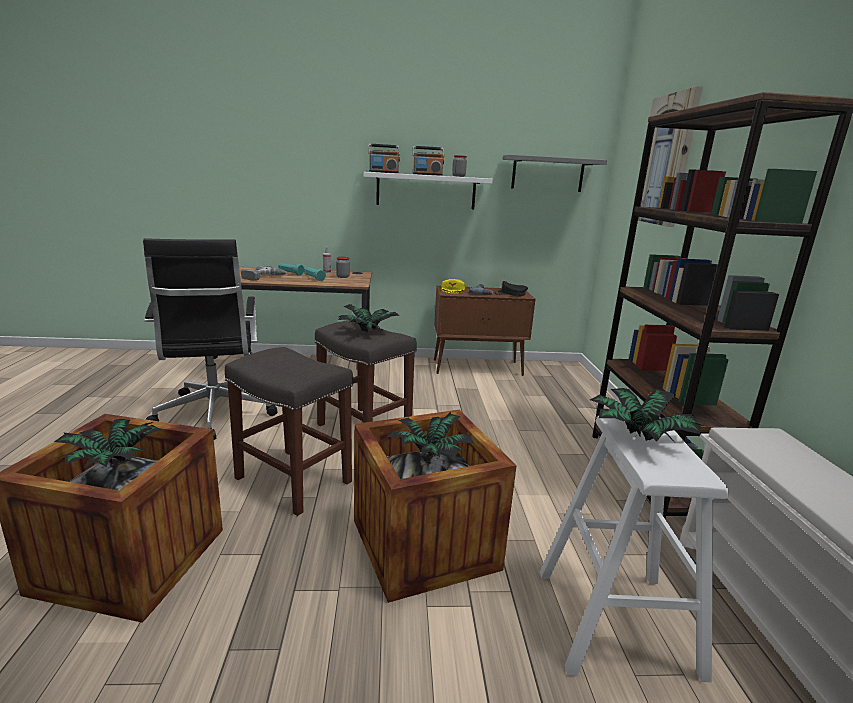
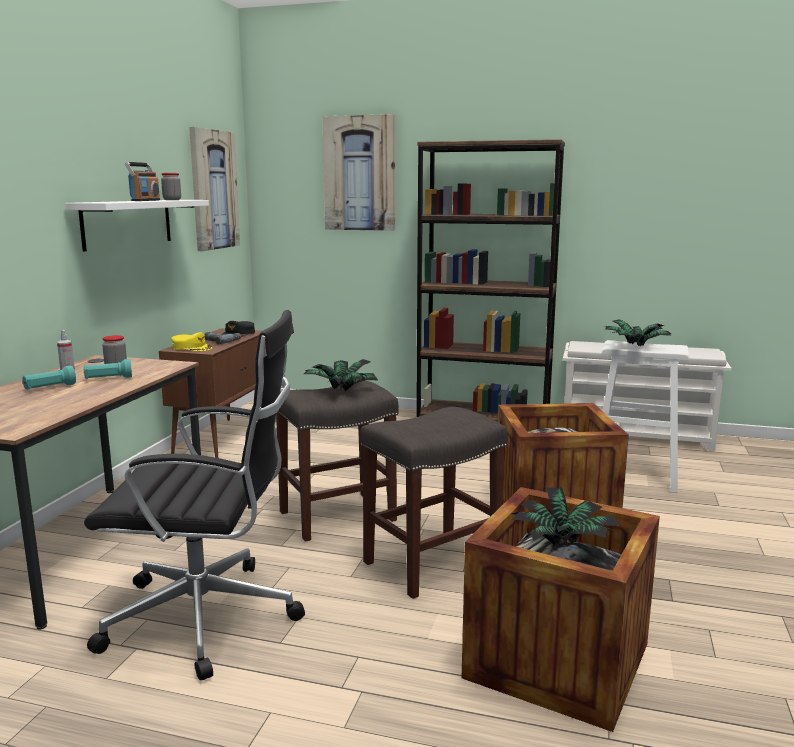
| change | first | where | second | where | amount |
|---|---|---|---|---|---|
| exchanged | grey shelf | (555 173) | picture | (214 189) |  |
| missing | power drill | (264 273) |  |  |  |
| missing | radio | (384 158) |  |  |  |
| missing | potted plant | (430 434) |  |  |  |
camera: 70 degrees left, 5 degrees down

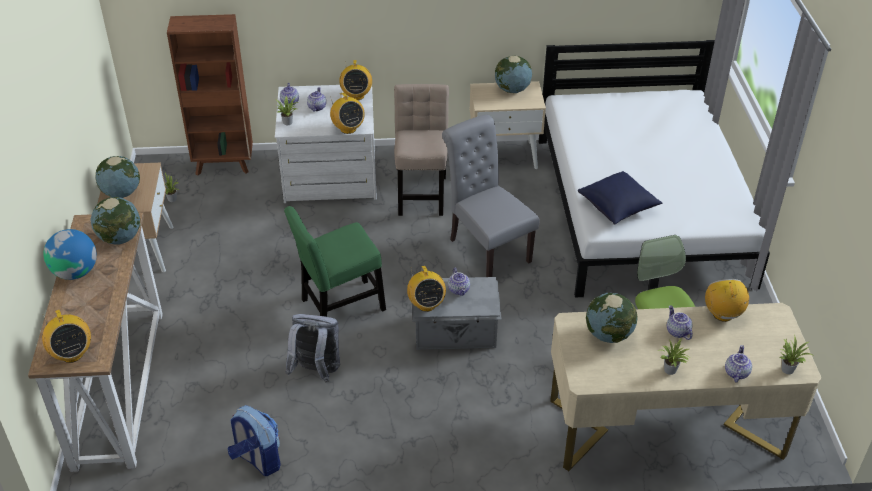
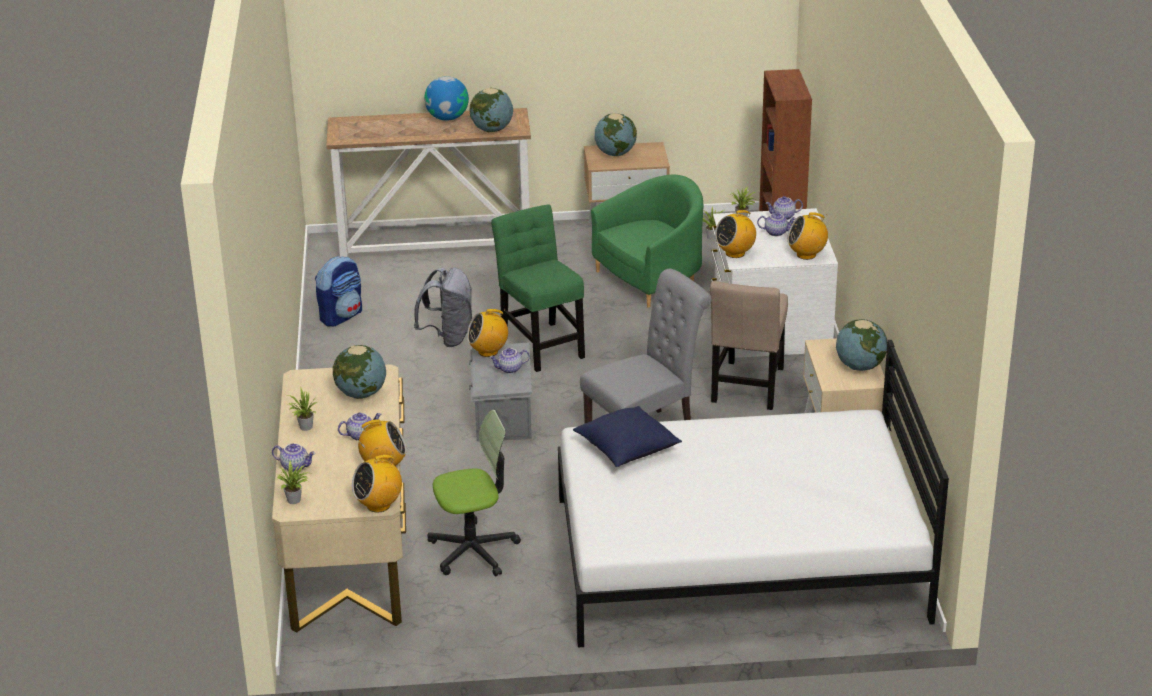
| change | first | where | second | where | amount |
|---|---|---|---|---|---|
| relocated | radio | (66 336) |  | (377 483) |  |
| appeared |  |  | green armchair | (647 241) |  |
| spun | beige chair | (421 150) |  | (749 345) | 105 degrees clockwise |
camera: 90 degrees right, 10 degrees down

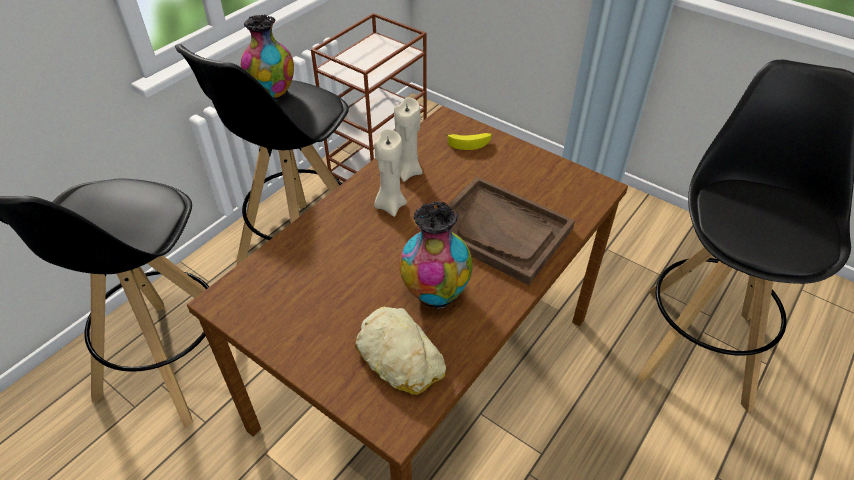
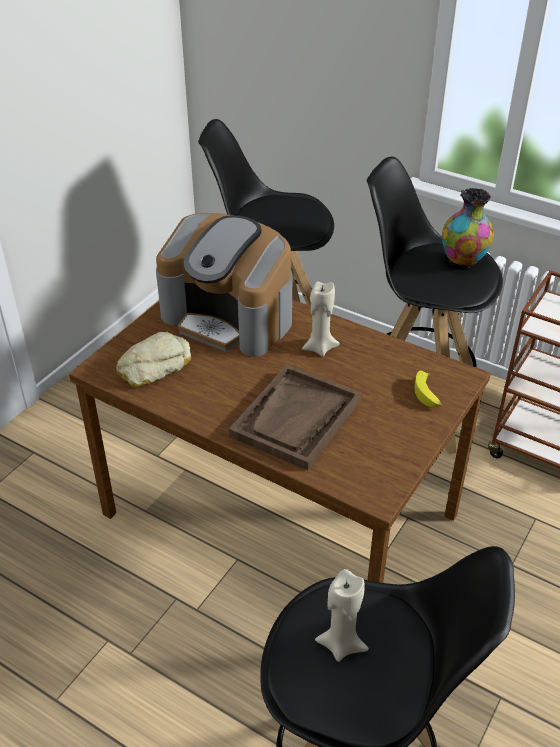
| change | first | where | second | where | amount |
|---|---|---|---|---|---|
| appeared |  |  | coffee machine | (224 285) |  |
| relocated | beige candle | (408 139) |  | (342 615) |  |
| missing | vase | (435 255) |  |  |  |
camera: 85 degrees right, 5 degrees down

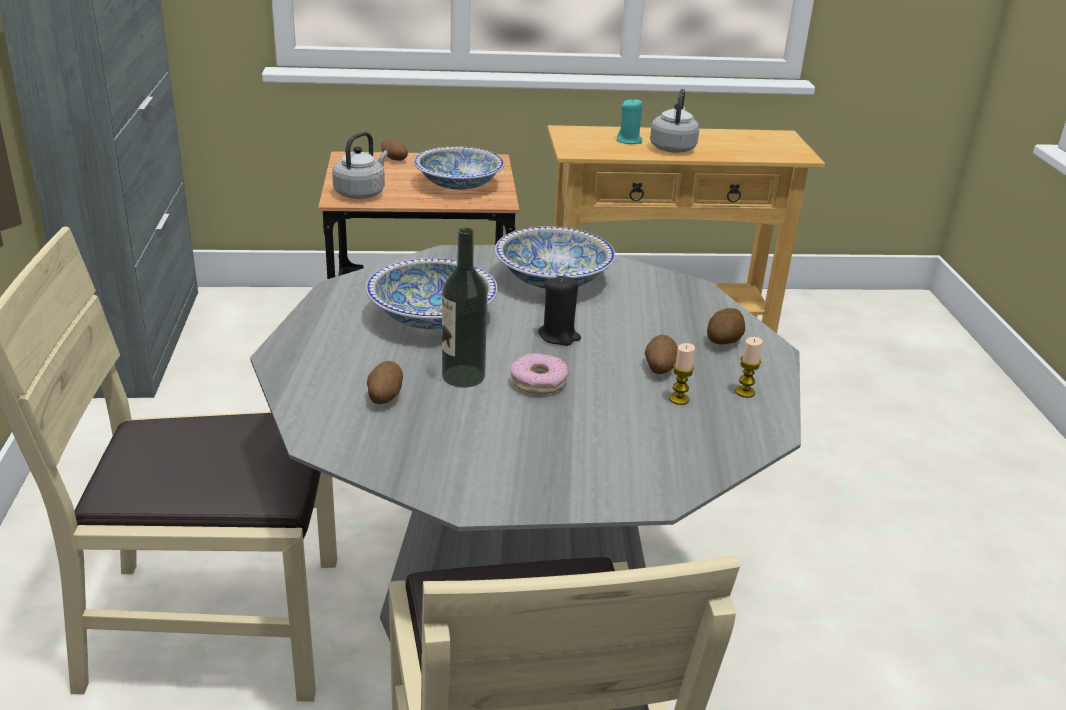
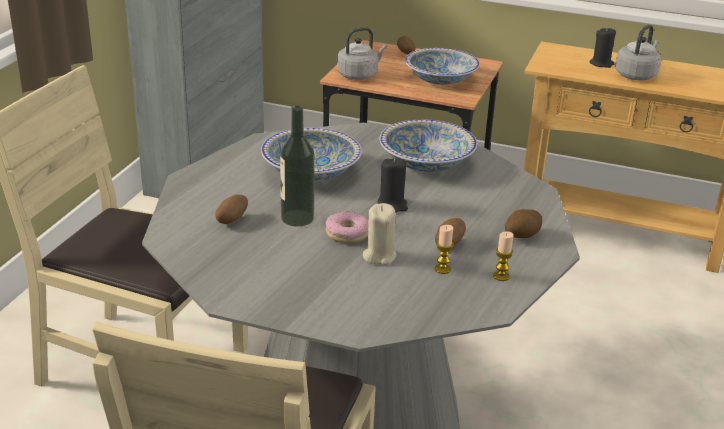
| change | first | where | second | where | amount |
|---|---|---|---|---|---|
| appeared |  |  | beige candle | (380 234) |  |
| colour | turquoise candle | (629 121) | black candle | (603 47) |  |
camera: 25 degrees right, 0 degrees up

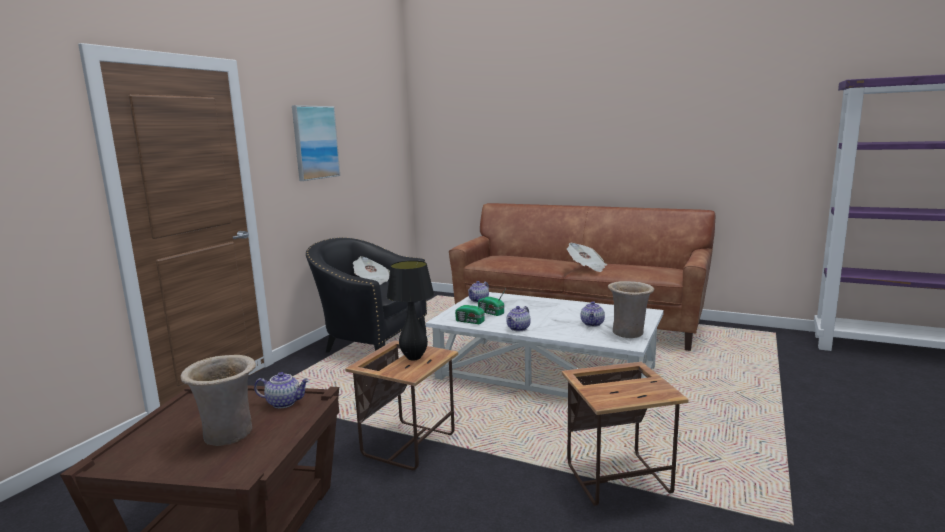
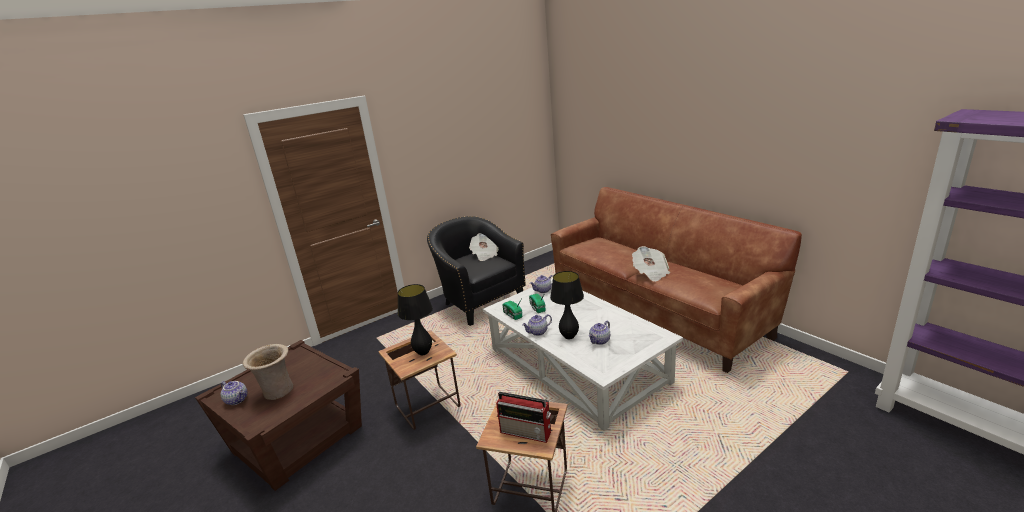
| change | first | where | second | where | amount |
|---|---|---|---|---|---|
| relocated | teapot | (282 390) |  | (234 393) |  |
| appeared |  |  | radio | (523 417) |  |
| appeared |  |  | black table lamp | (567 305) |  |
| missing | picture | (316 143) |  |  |  |
| missing | beige vase | (631 309) |  |  |  |
camera: 30 degrees right, 10 degrees up

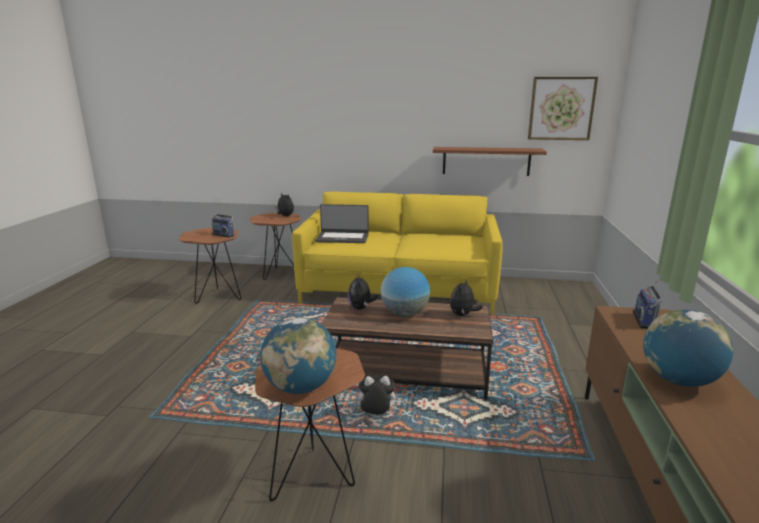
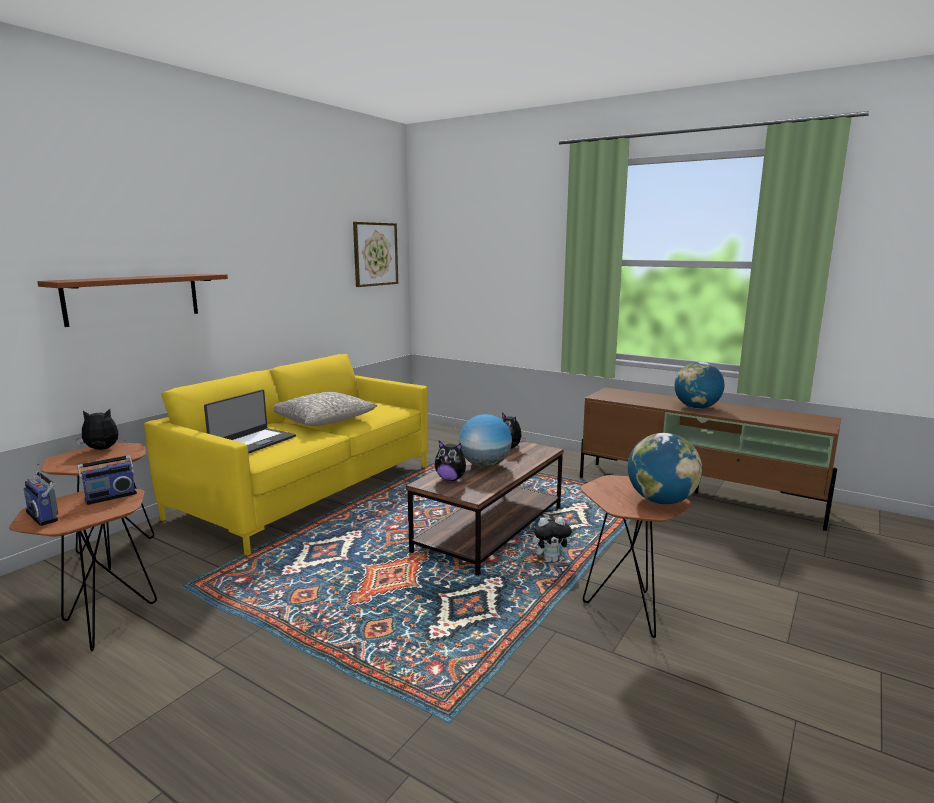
| change | first | where | second | where | amount |
|---|---|---|---|---|---|
| relocated | radio | (647 305) |  | (41 494) |  |
| relocated | brown shelf | (490 161) |  | (132 300) |  |
| appeared |  |  | grey pillow | (325 409) |  |
| spun | plush toy | (374 395) |  | (554 539) | 120 degrees counterclockwise |
camera: 65 degrees left, 5 degrees down

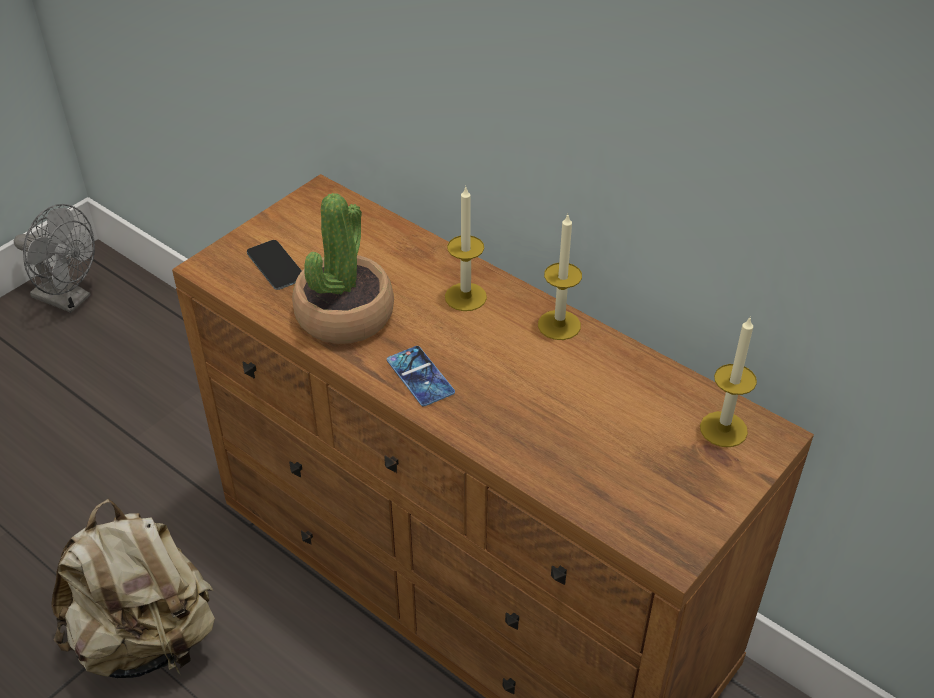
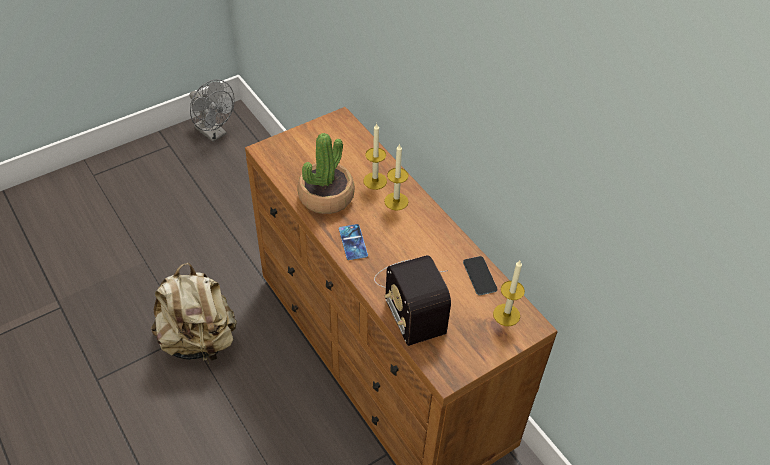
| change | first | where | second | where | amount |
|---|---|---|---|---|---|
| relocated | candle | (560 277) |  | (375 156) |  |
| appeared |  |  | radio | (412 300) |  |
| relocated | phone | (274 265) |  | (480 275) |  |
camera: 15 degrees right, 5 degrees up

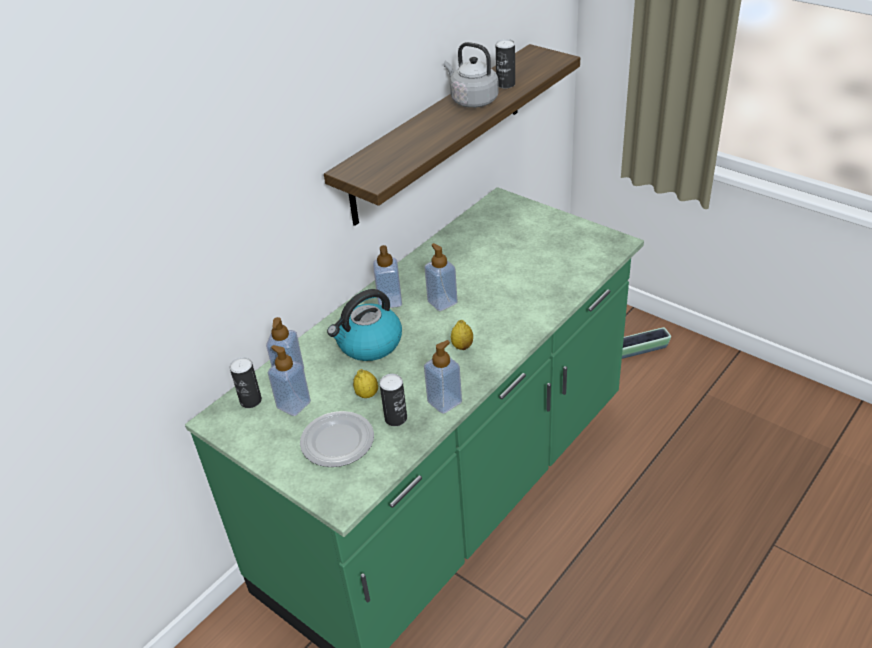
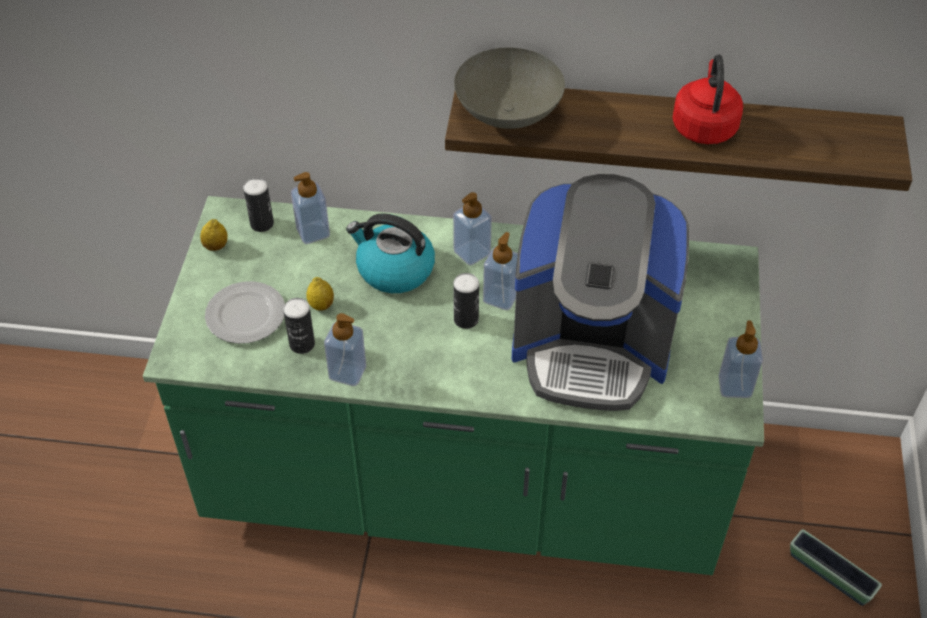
| change | first | where | second | where | amount |
|---|---|---|---|---|---|
| relocated | lemon | (462 335) |  | (214 235) |  |
| relocated | can | (505 63) |  | (466 301) |  |
| appeared |  |  | grey bowl | (509 88) |  |
| appeared |  |  | coffee machine | (600 292) |  |
| colour | grey kettle | (471 75) | red kettle | (707 99) |  |
| relocated | soap dispenser | (289 380) |  | (741 359) |  |
camera: 55 degrees right, 10 degrees up

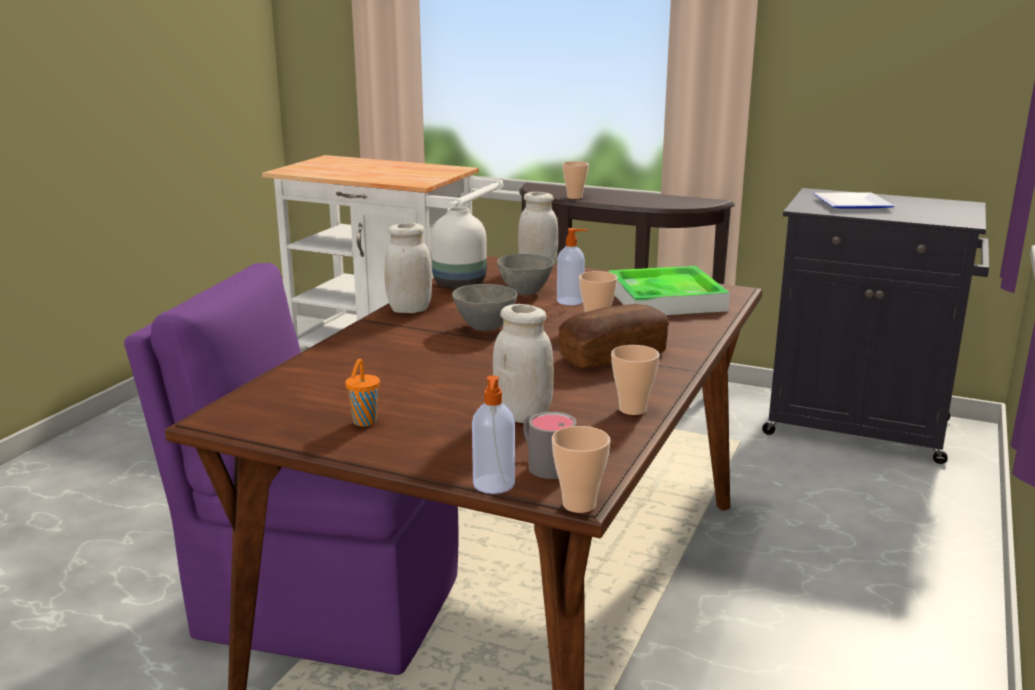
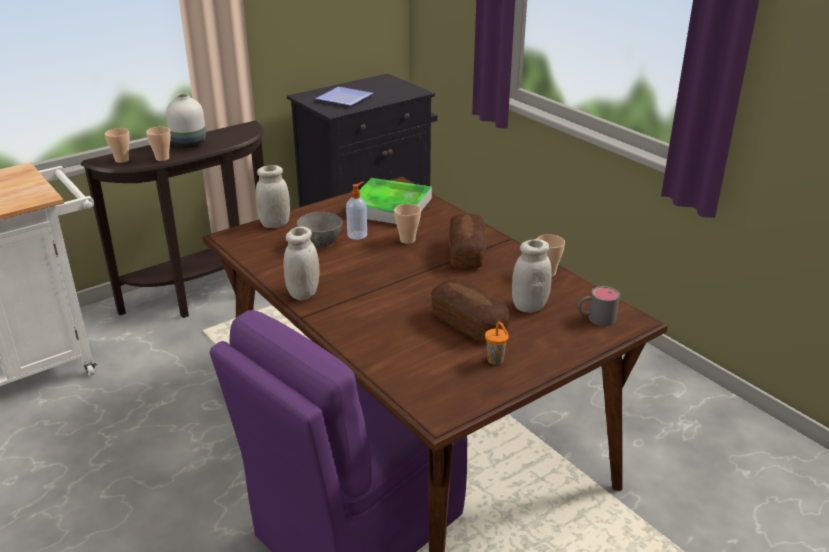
| change | first | where | second | where | amount |
|---|---|---|---|---|---|
| relocated | cup | (581 469) |  | (117 145) |  |
| relocated | white vase | (459 248) |  | (186 120) |  |
| appeared |  |  | bread | (470 311) |  |
| missing | grey bowl | (484 307) |  |  |  |
| missing | soap dispenser | (493 435) |  |  |  |
camera: 60 degrees left, 10 degrees up

